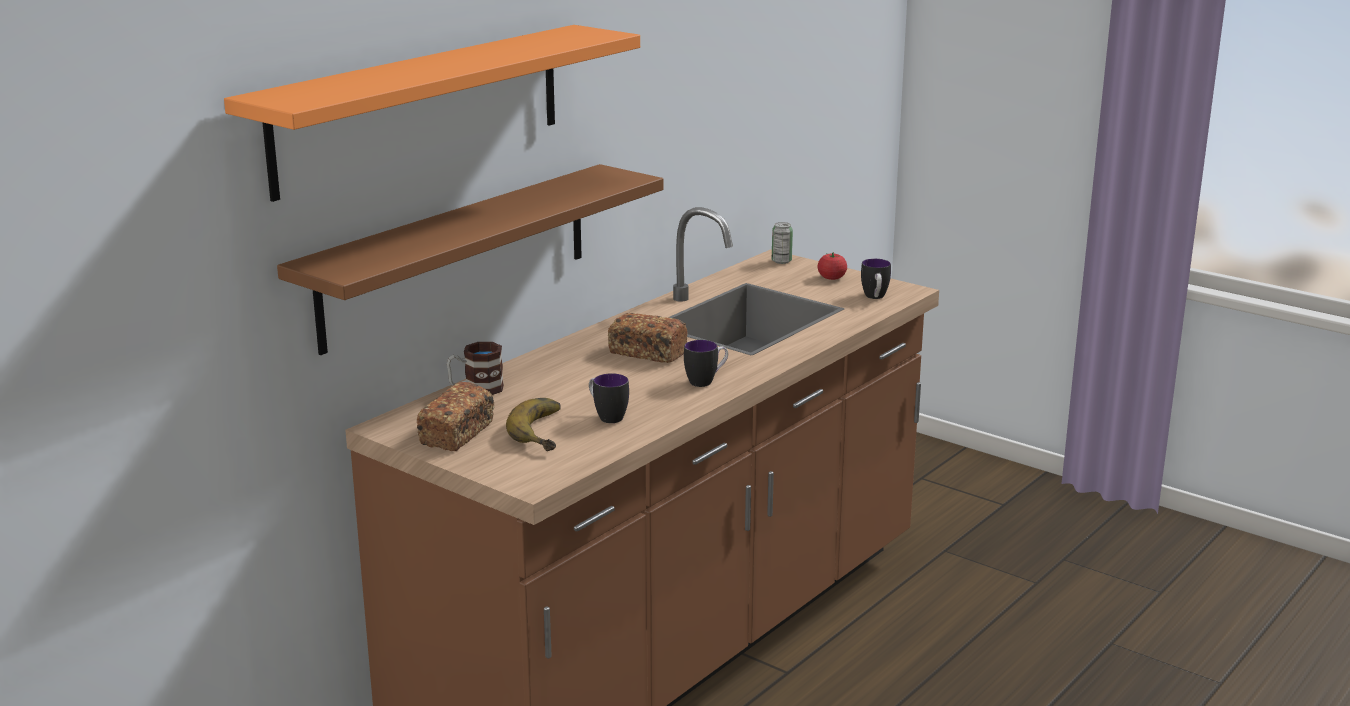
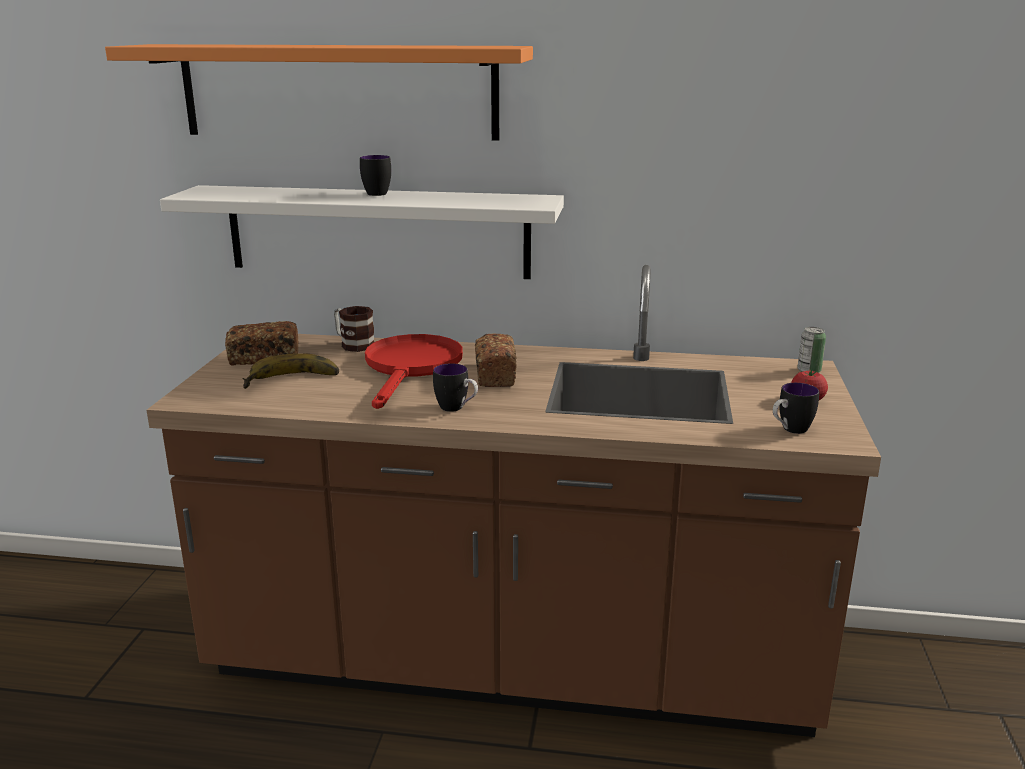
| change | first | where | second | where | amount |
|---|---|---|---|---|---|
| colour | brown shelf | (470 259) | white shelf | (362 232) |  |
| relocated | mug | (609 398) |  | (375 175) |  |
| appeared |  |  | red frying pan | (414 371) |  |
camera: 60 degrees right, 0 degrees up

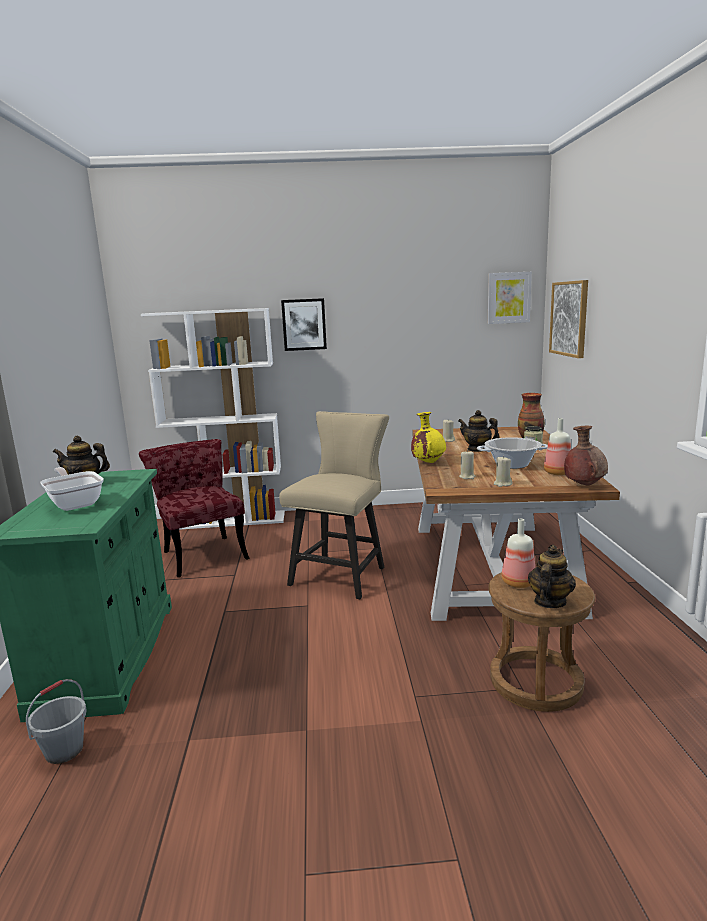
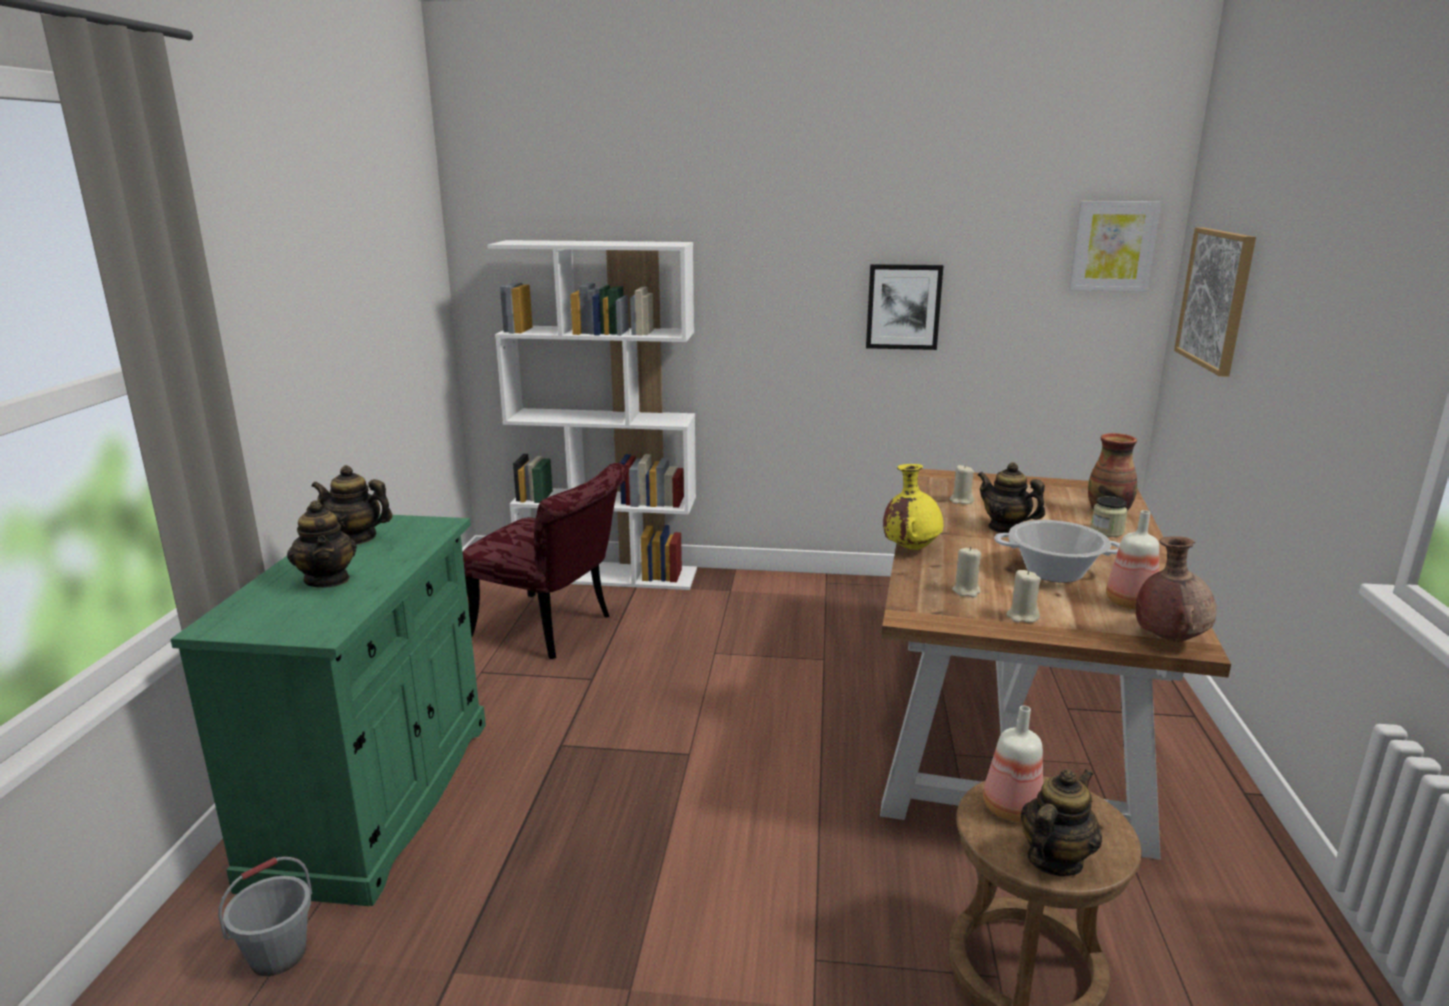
| change | first | where | second | where | amount |
|---|---|---|---|---|---|
| exchanged | frying pan | (72 489) | teapot | (322 544) |  |
| spun | red chair | (194 508) |  | (545 561) | 135 degrees clockwise |
| relocated | picture | (304 324) |  | (904 307) |  |
| missing | beige chair | (334 505) |  |  |  |
camera: 10 degrees right, 5 degrees up

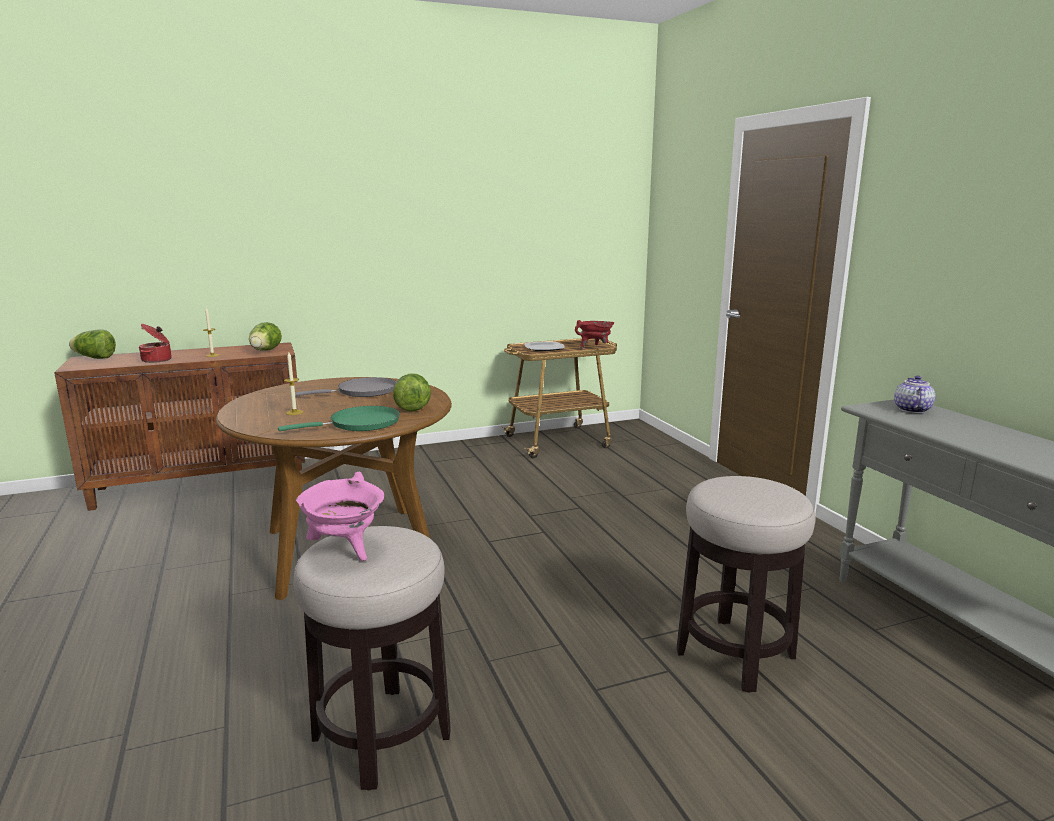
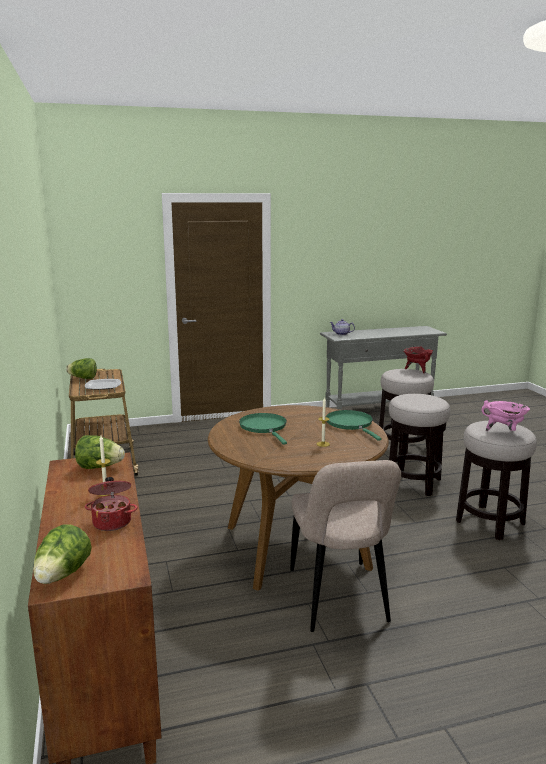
| change | first | where | second | where | amount |
|---|---|---|---|---|---|
| relocated | lettuce | (412 392) |  | (81 368) |  |
| colour | grey frying pan | (346 387) | green frying pan | (263 429) |  |
| appeared |  |  | beige chair | (345 546) |  |
| appeared |  |  | stool | (420 445) |  |
| relocated | red cooking pot | (594 334) |  | (418 360) |  |
camera: 85 degrees left, 0 degrees up

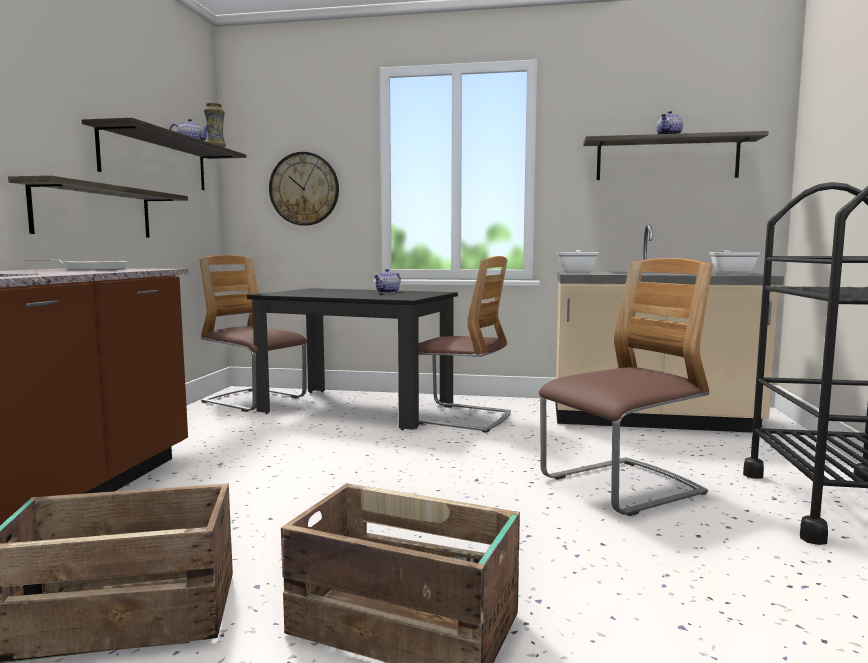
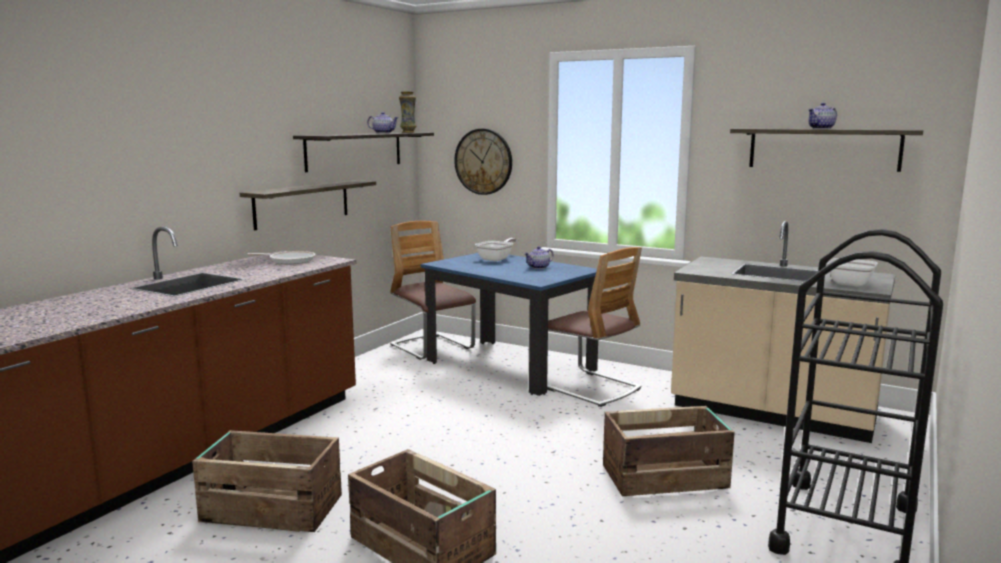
| change | first | where | second | where | amount |
|---|---|---|---|---|---|
| colour | black dining table | (352 359) | blue dining table | (509 324) |  |
| relocated | frying pan | (578 261) |  | (496 249) |  |
| exchanged | chair | (626 387) | crate | (669 451) |  |
camera: 20 degrees right, 5 degrees up

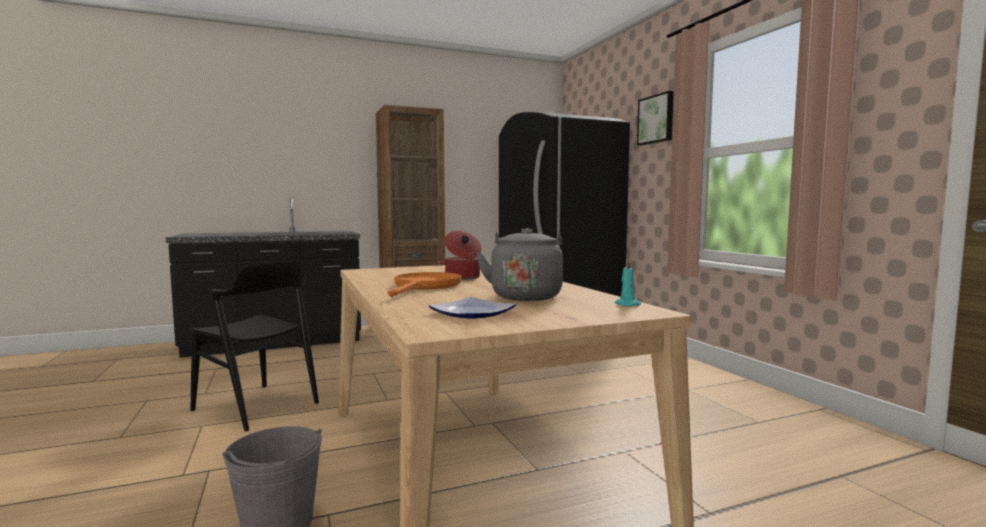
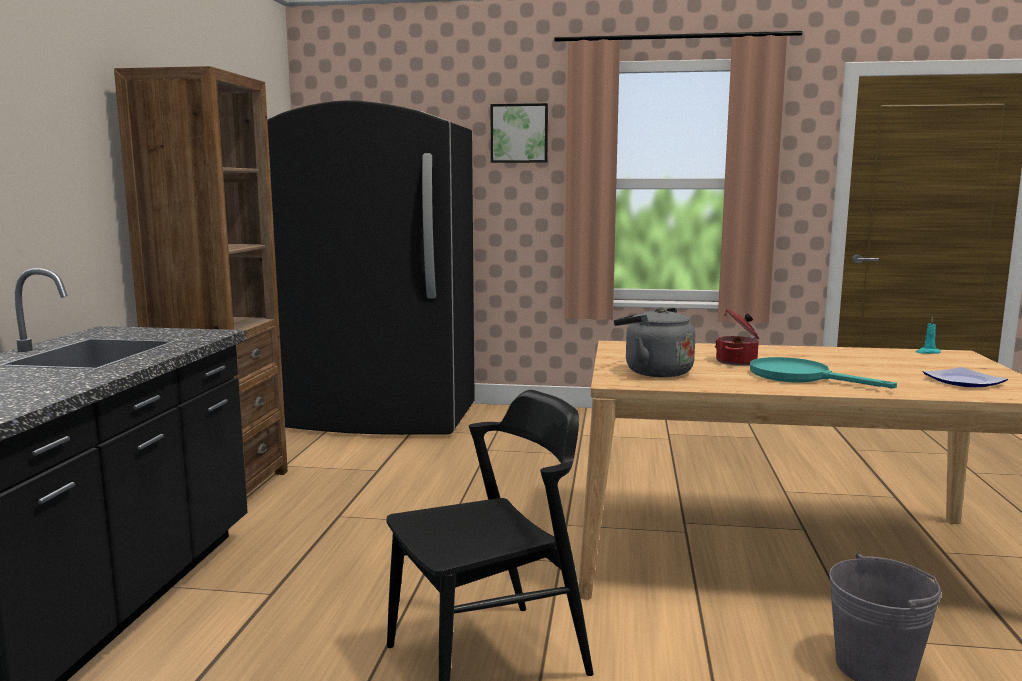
| change | first | where | second | where | amount |
|---|---|---|---|---|---|
| relocated | grey kettle | (519 264) |  | (654 342) |  |
| colour | orange frying pan | (424 284) | turquoise frying pan | (823 373) |  |
camera: 60 degrees left, 5 degrees up

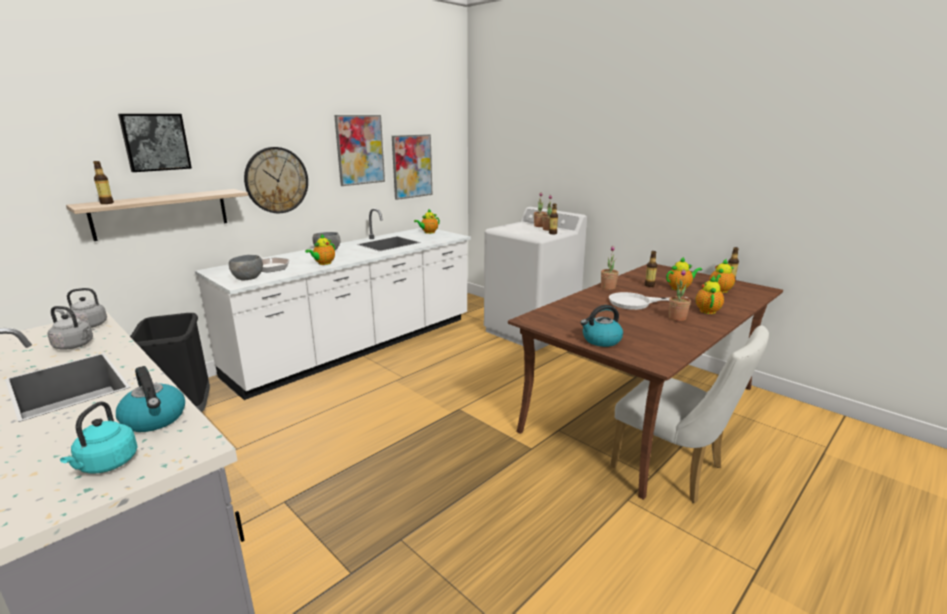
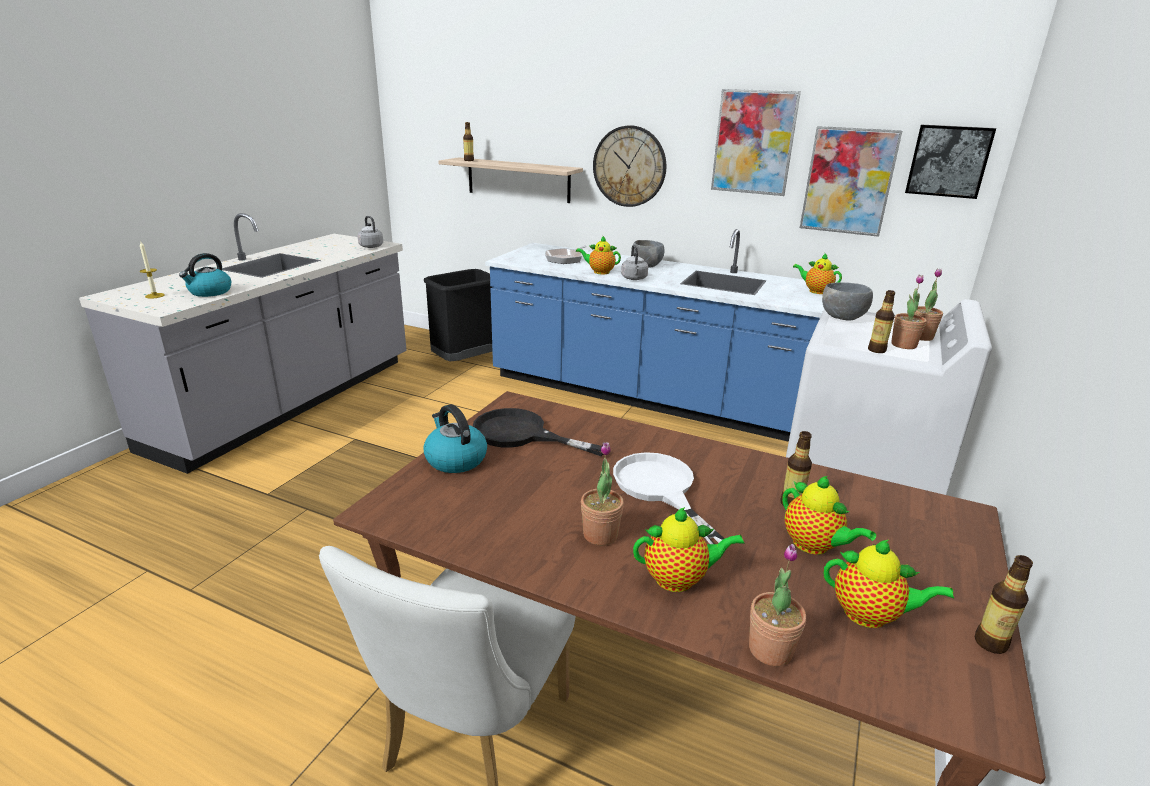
| change | first | where | second | where | amount |
|---|---|---|---|---|---|
| exchanged | turquoise kettle | (99 437) | candle | (152 270) |  |
| appeared |  |  | black frying pan | (538 432) |  |
| colour | white counter | (333 304) | blue counter | (654 335) |  |
| relocated | grey kettle | (70 328) |  | (634 262) |  |
| relocated | potted plant | (610 268) |  | (777 605) |  |
| relocated | grey bowl | (246 267) |  | (847 301) |  |
| relocated | picture | (155 143) |  | (950 162) |  |
camera: 70 degrees right, 5 degrees up

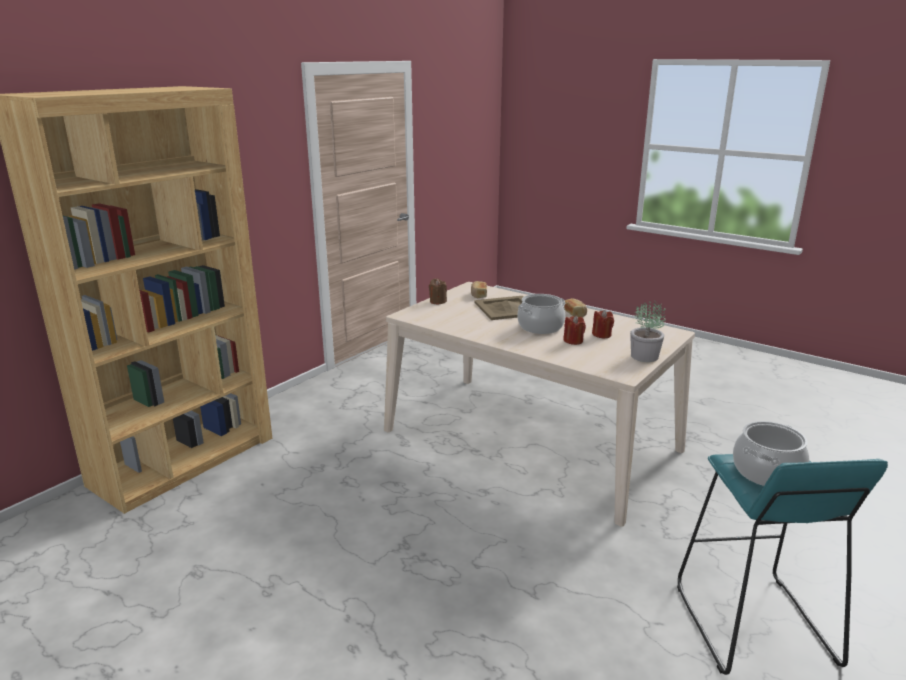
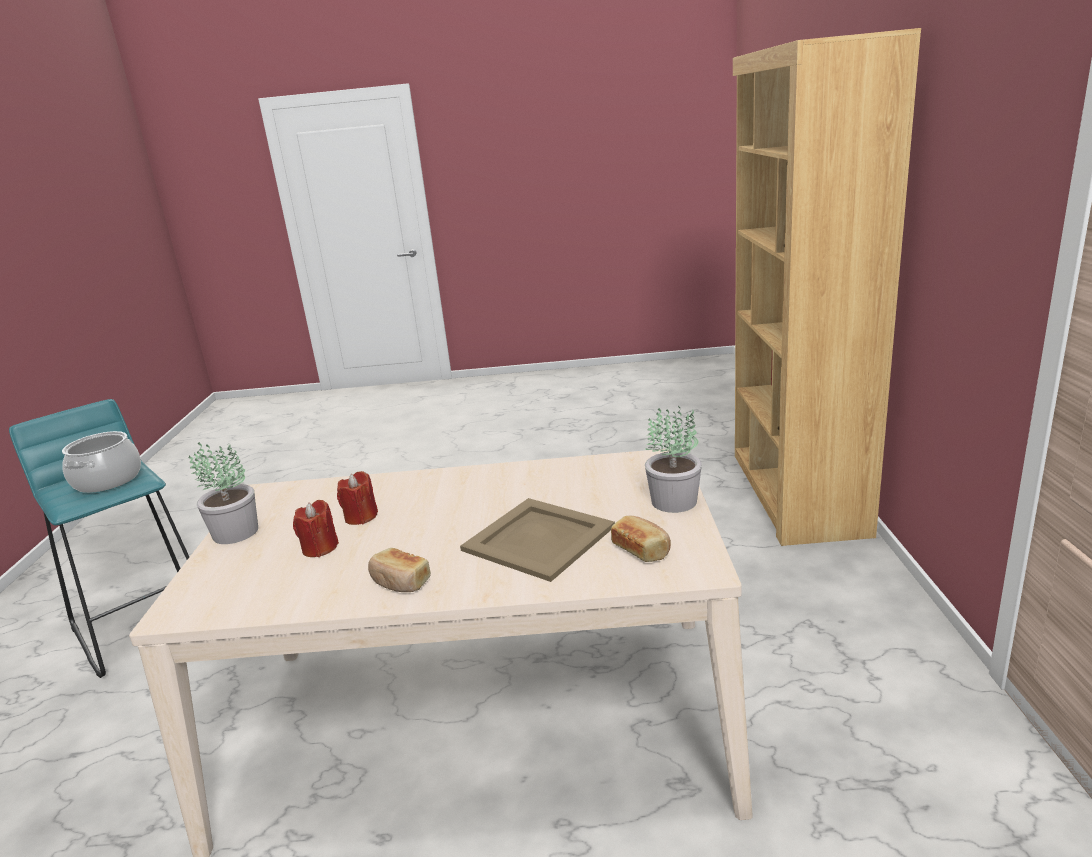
| change | first | where | second | where | amount |
|---|---|---|---|---|---|
| exchanged | brown candle | (438 291) | potted plant | (673 459) |  |
| missing | cooking pot | (541 314) |  |  |  |
camera: 145 degrees right, 0 degrees up

